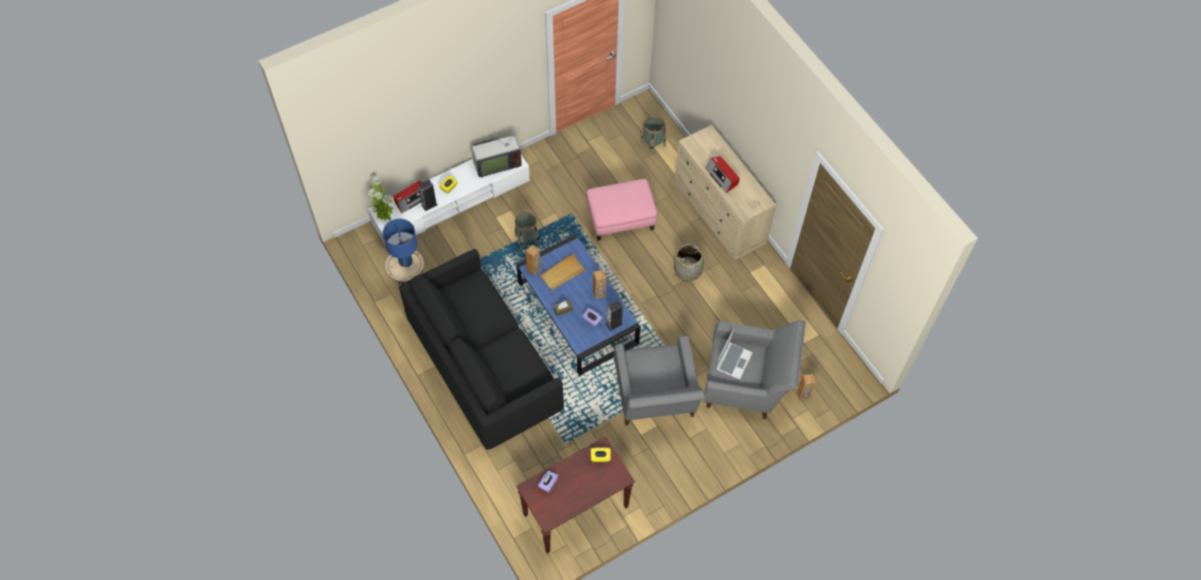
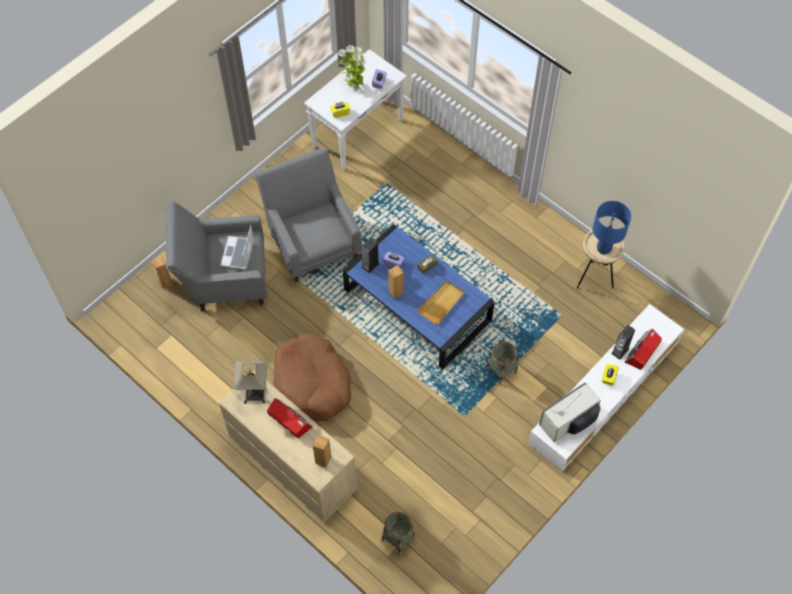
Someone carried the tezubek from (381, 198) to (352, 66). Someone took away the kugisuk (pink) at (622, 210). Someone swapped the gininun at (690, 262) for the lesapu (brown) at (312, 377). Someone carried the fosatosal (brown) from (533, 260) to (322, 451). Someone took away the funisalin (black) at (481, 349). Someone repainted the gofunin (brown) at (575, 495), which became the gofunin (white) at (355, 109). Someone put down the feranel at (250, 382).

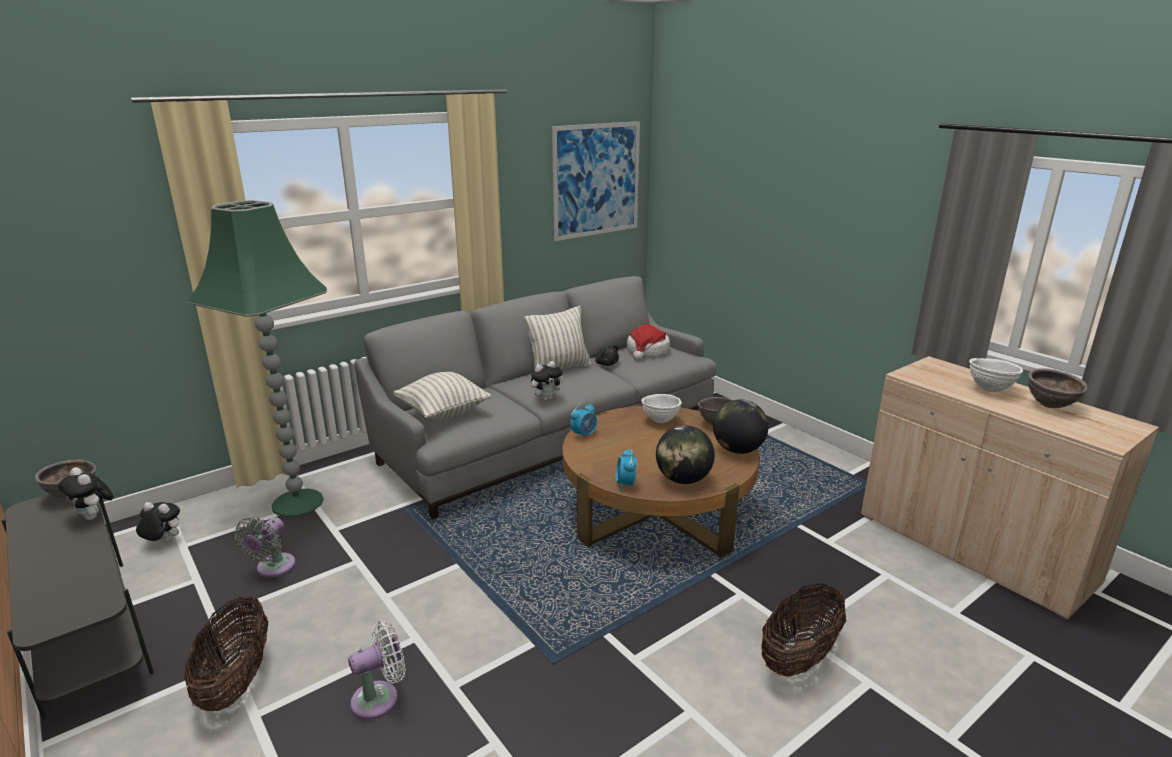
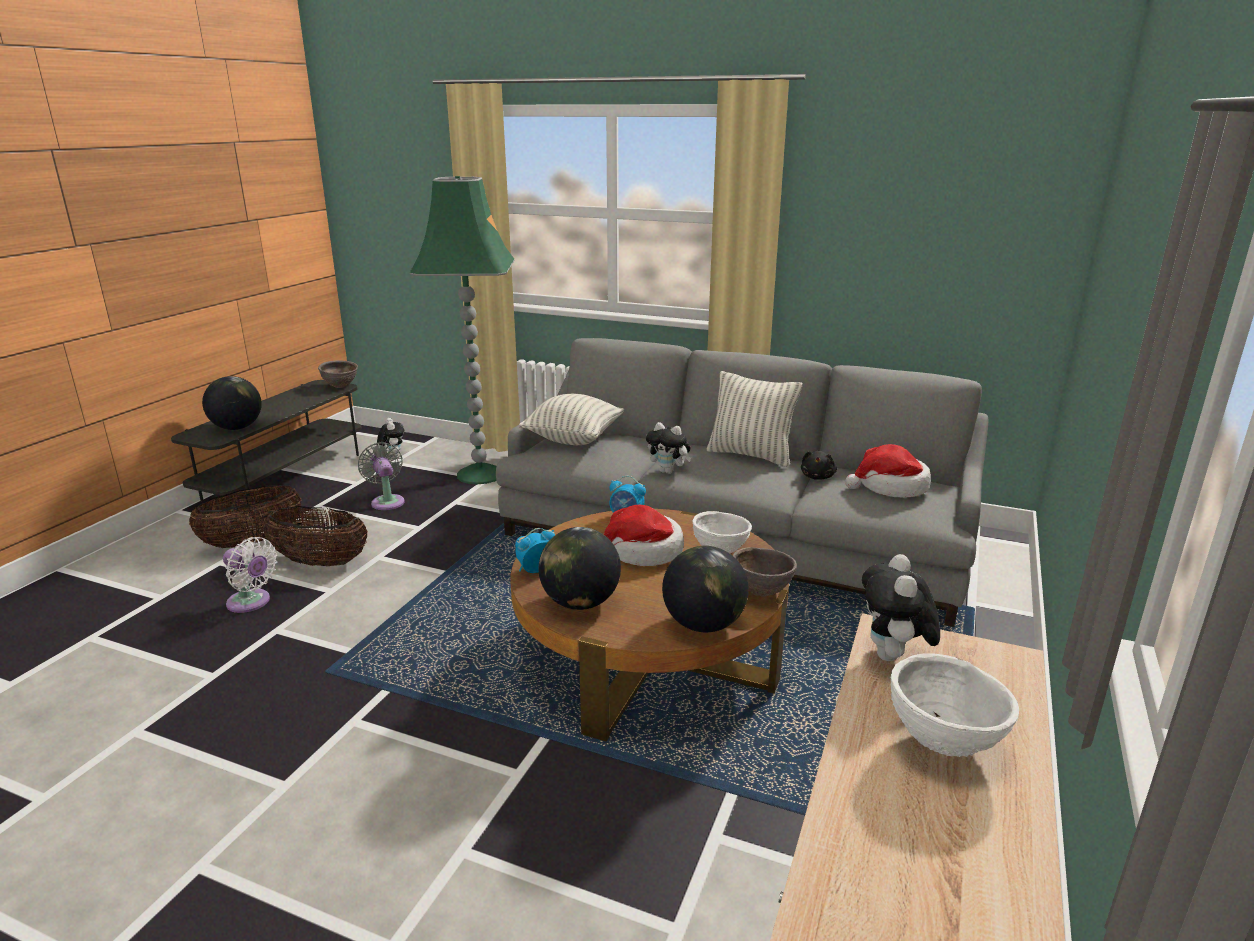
Someone took away the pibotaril at (596, 181). Someone took away the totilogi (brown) at (1057, 388). Someone carried the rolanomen from (86, 493) to (901, 607). Someone rotated the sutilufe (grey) at (265, 547) by 75 degrees clockwise. Someone carried the gininun from (803, 630) to (315, 536). Someone put down the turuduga at (232, 403). Someone put down the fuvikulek at (644, 535).

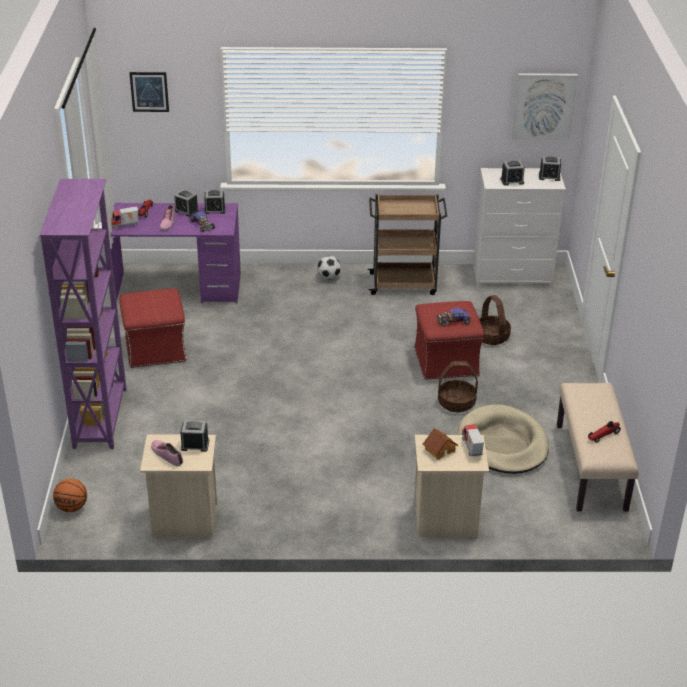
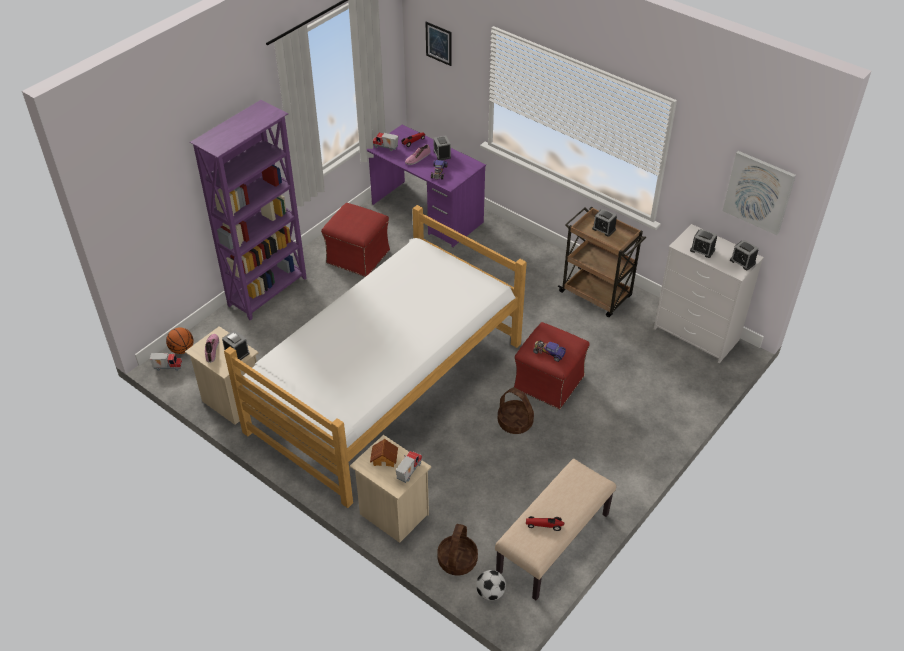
Someone carried the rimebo from (215, 202) to (604, 222). Someone carried the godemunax from (329, 268) to (491, 585). Someone carried the gininun from (495, 320) to (457, 549). Someone took away the lesapu (beige) at (503, 439). Someone put down the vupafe at (375, 356). Someone put down the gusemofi at (166, 362).

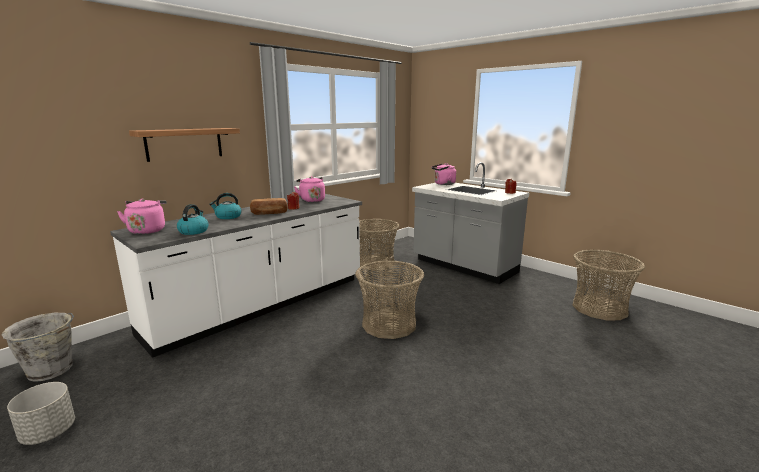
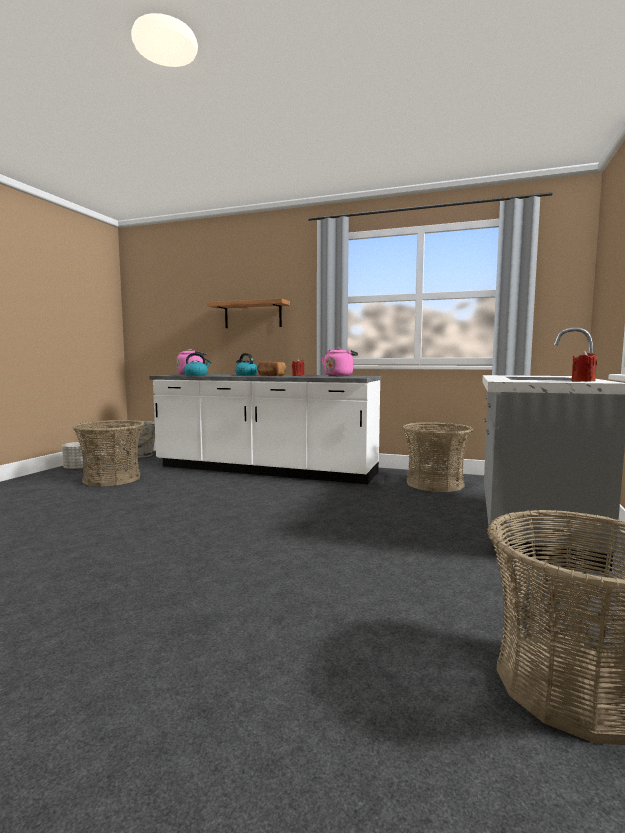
Someone took away the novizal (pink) at (444, 174). Someone carried the gininun from (389, 299) to (108, 453).

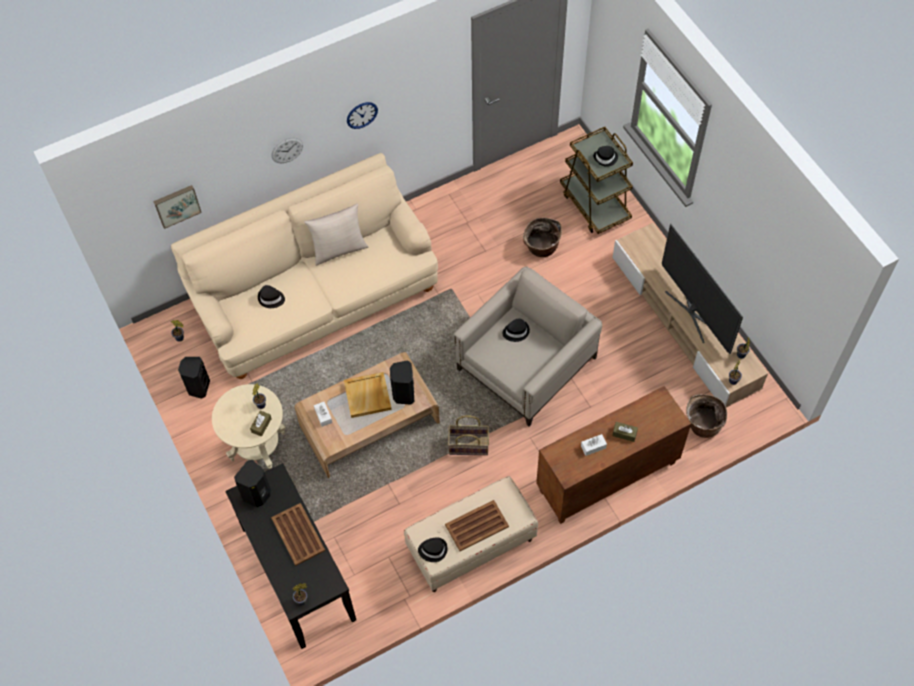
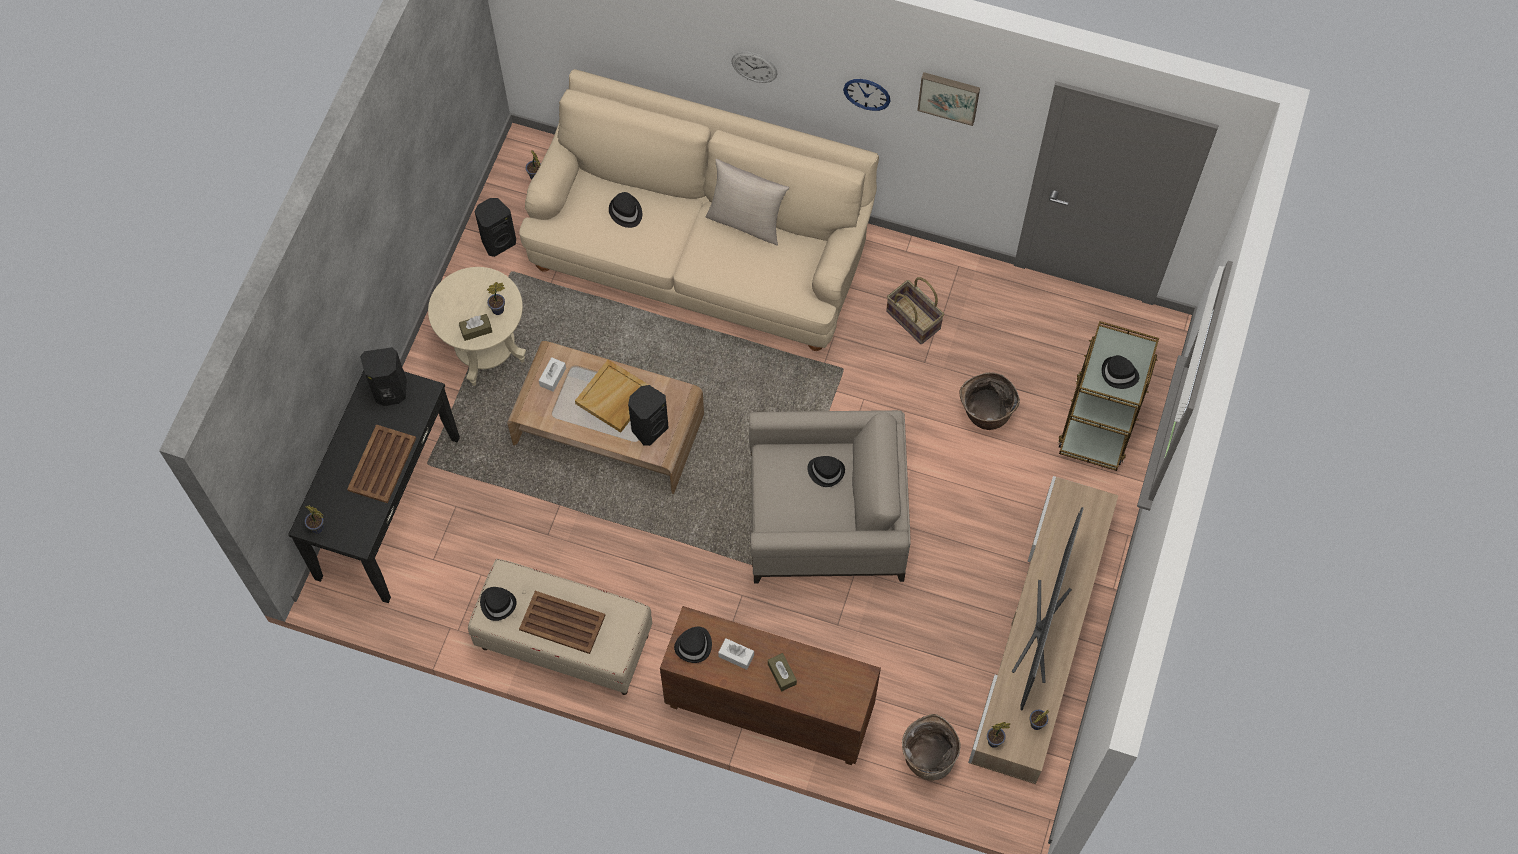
Someone carried the pibotaril from (177, 207) to (948, 99). Someone carried the gininun from (468, 435) to (915, 311). Someone put down the fuvikulek (black) at (693, 645).

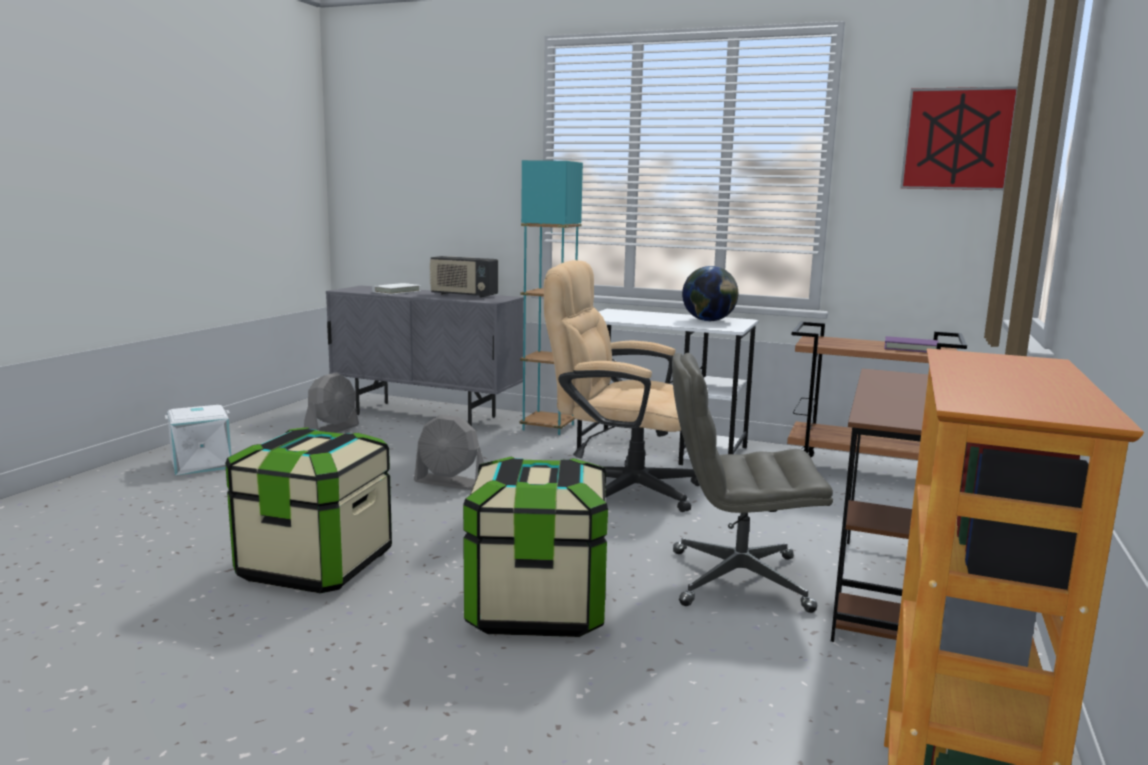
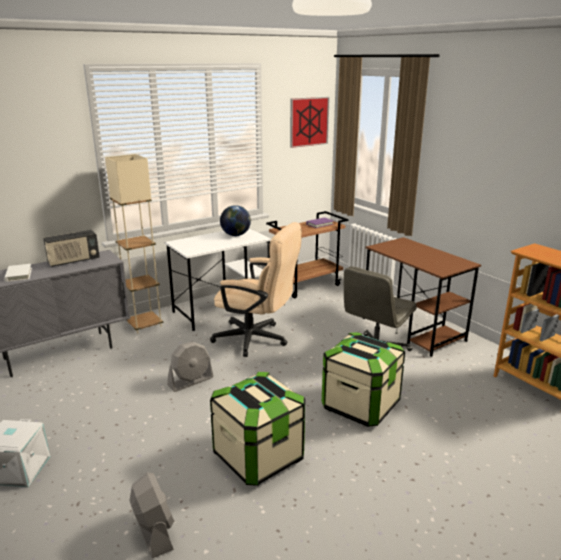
Someone repainted the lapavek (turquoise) at (551, 297), which became the lapavek (beige) at (134, 244). Someone rotated the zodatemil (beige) at (622, 386) by 120 degrees counterclockwise. Someone carried the sutilufe (grey) from (331, 402) to (152, 516).

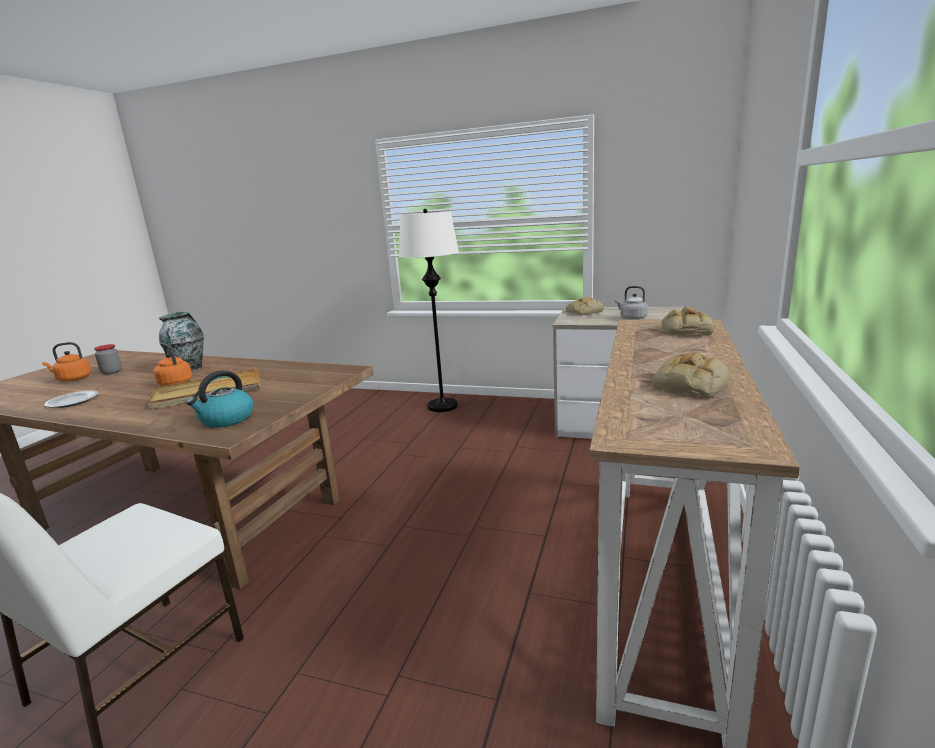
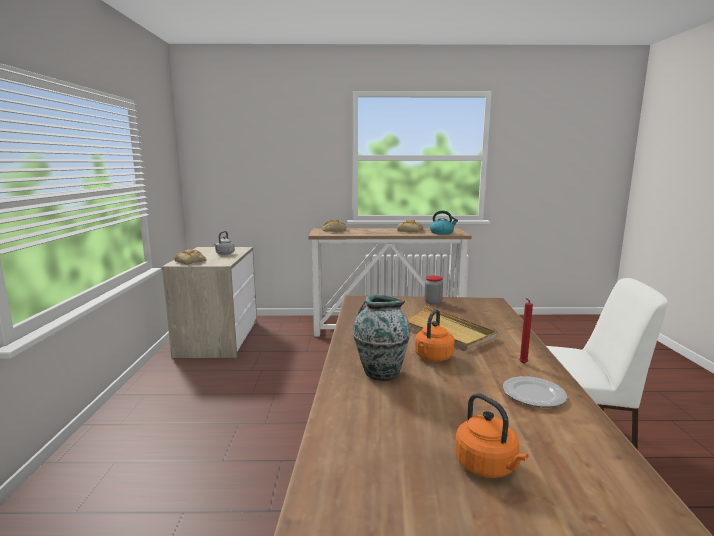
Someone took away the lapavek (white) at (429, 310). Someone carried the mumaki from (108, 359) to (433, 289). Someone carried the novizal from (219, 399) to (444, 222). Someone put down the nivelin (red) at (526, 331).

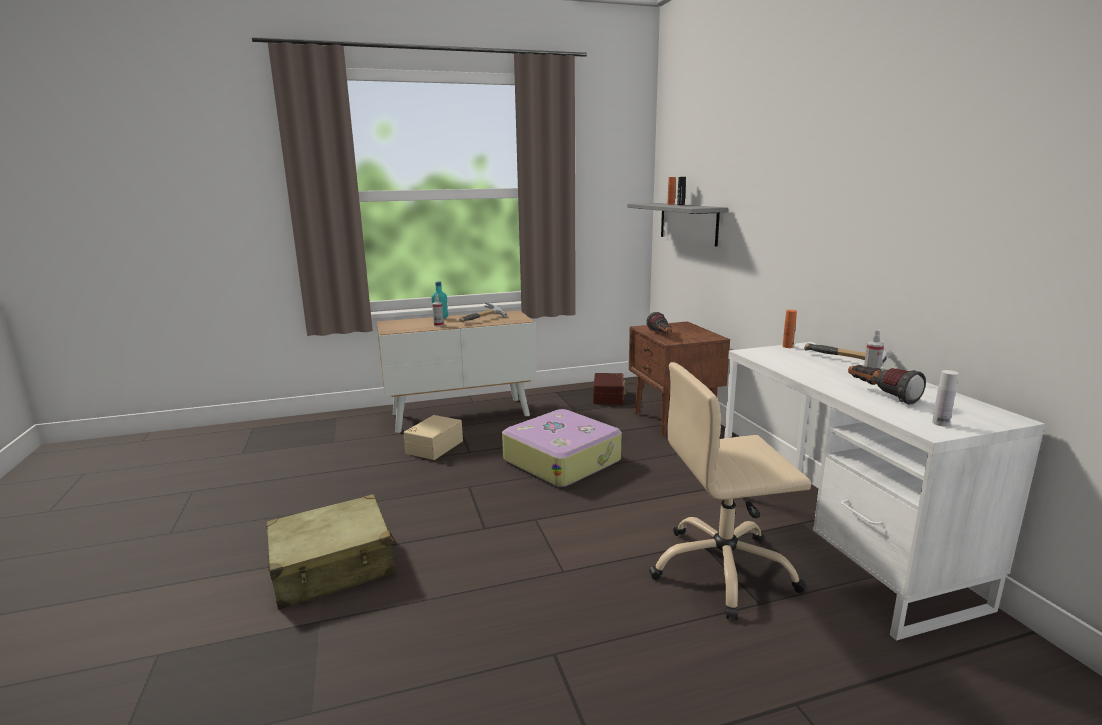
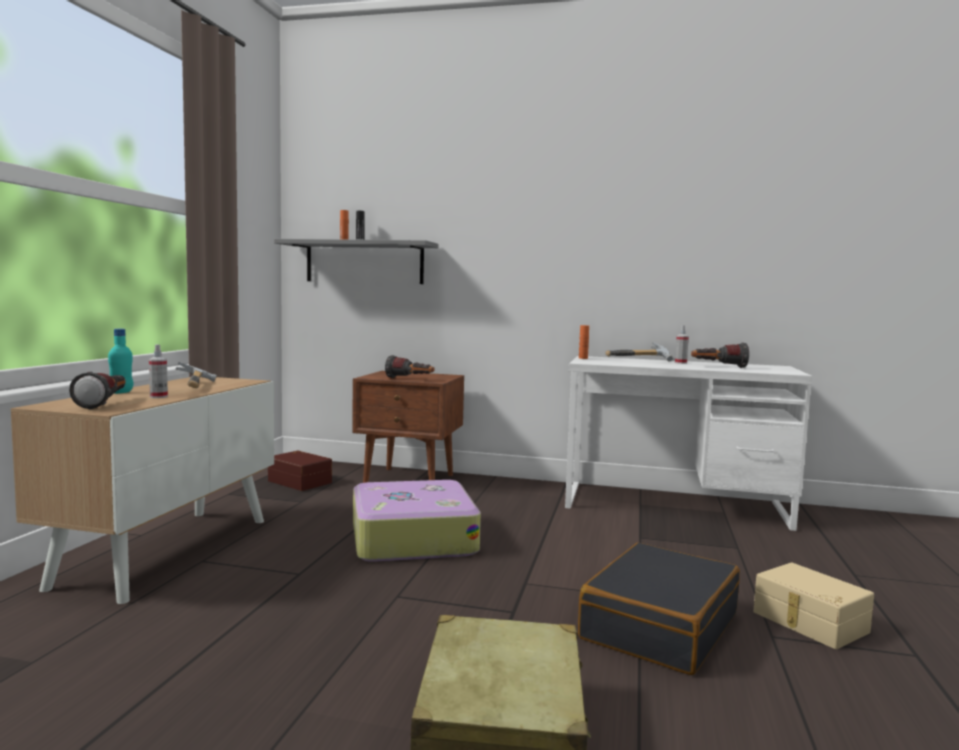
Someone took away the zodatemil (beige) at (730, 491). Someone took away the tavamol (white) at (945, 398). Someone carried the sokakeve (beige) from (433, 437) to (813, 605). Someone put down the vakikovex at (97, 390). Someone put down the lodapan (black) at (659, 609).

